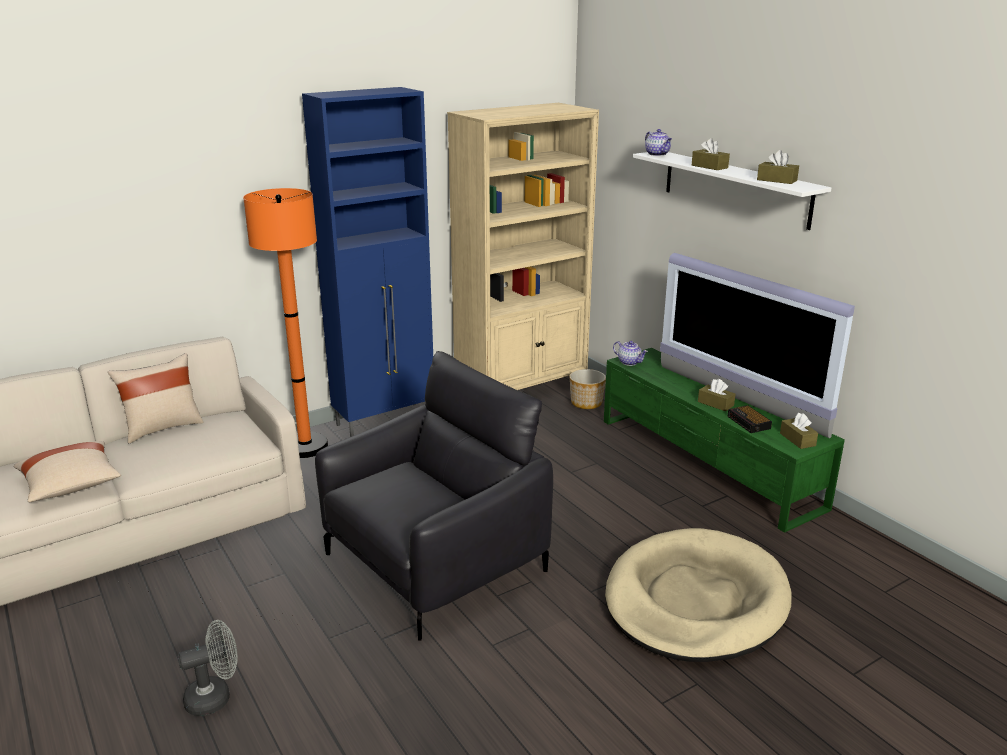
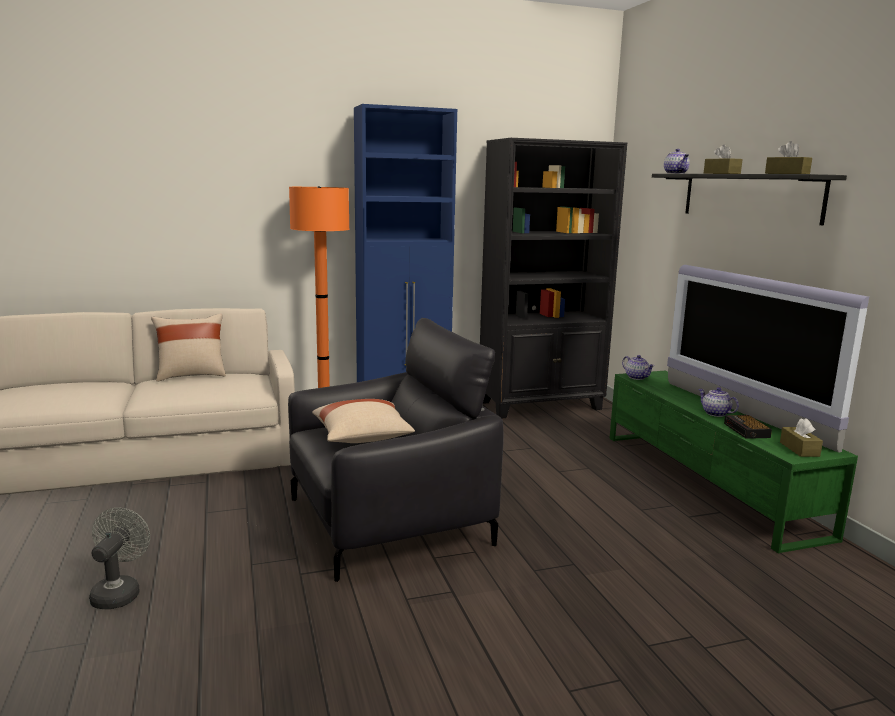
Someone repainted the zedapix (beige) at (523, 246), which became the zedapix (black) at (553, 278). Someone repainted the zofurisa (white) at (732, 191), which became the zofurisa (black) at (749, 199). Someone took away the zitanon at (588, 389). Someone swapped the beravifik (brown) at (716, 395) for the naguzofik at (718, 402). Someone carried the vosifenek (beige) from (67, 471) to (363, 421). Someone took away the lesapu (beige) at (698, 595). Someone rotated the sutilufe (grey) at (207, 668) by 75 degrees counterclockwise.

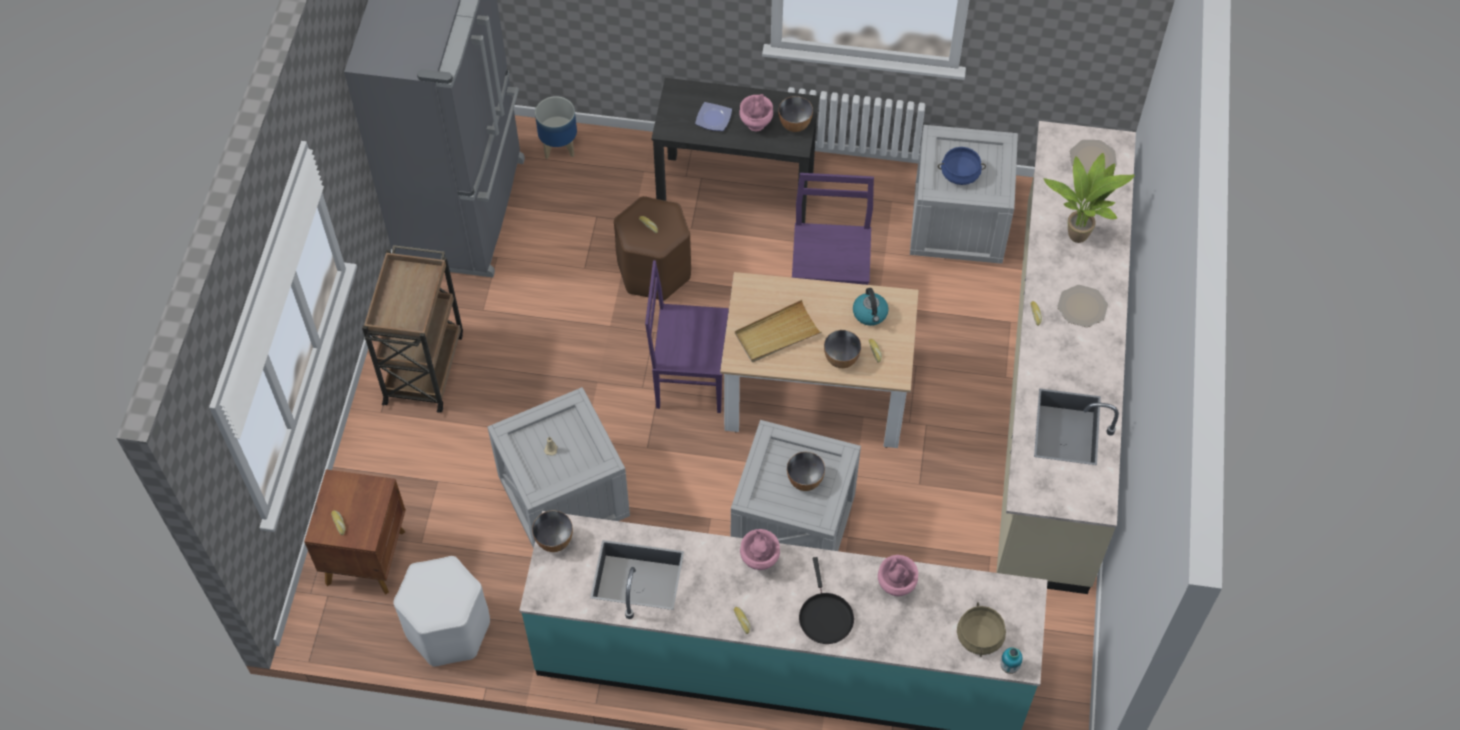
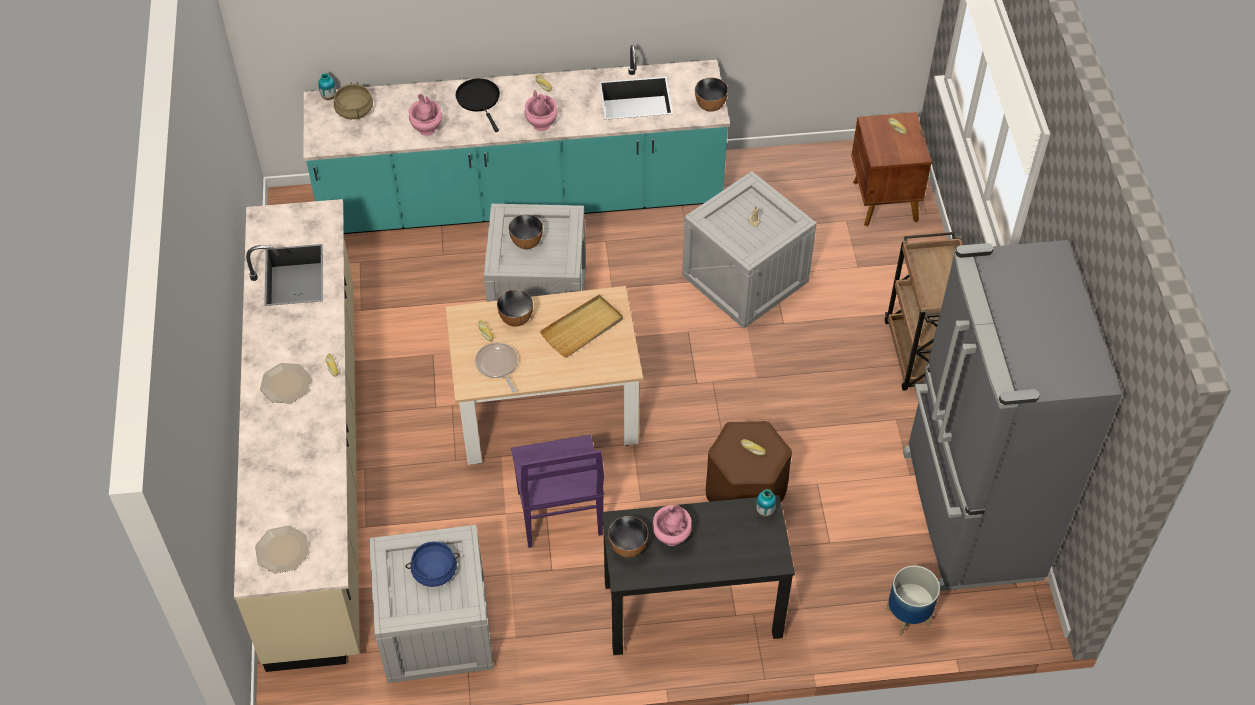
Someone took away the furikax at (713, 116). Someone took away the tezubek at (1089, 198). Someone took away the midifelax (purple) at (687, 336). Someone swapped the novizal at (871, 307) for the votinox at (496, 367). Someone took away the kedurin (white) at (442, 611). Someone put down the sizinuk at (766, 503).

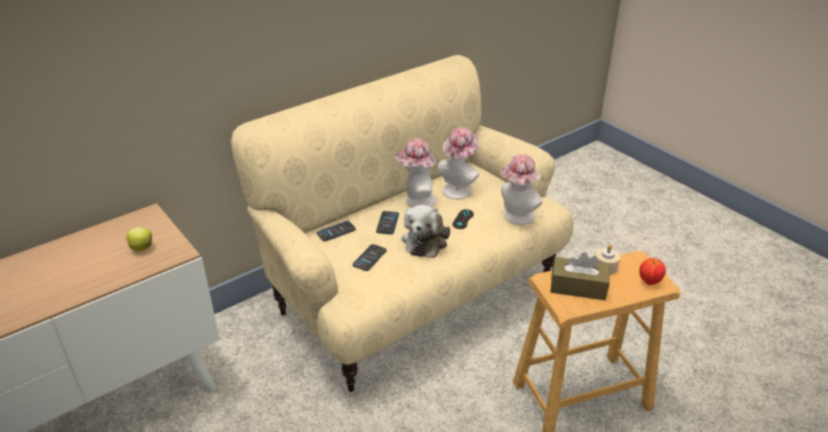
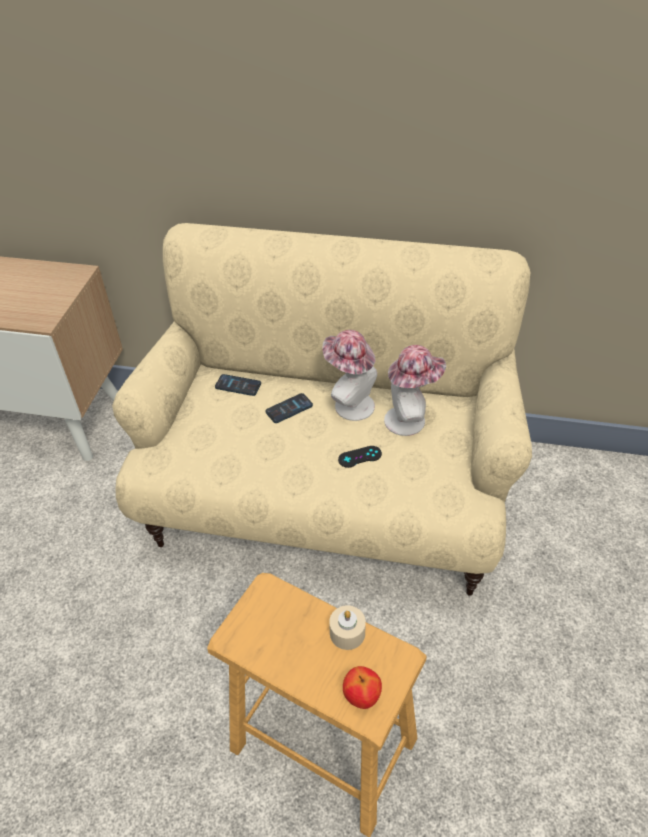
Someone took away the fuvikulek at (521, 189). Someone took away the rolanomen at (426, 231). Someone took away the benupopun at (138, 239). Someone took away the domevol at (370, 257). Someone took away the beravifik (brown) at (580, 276).

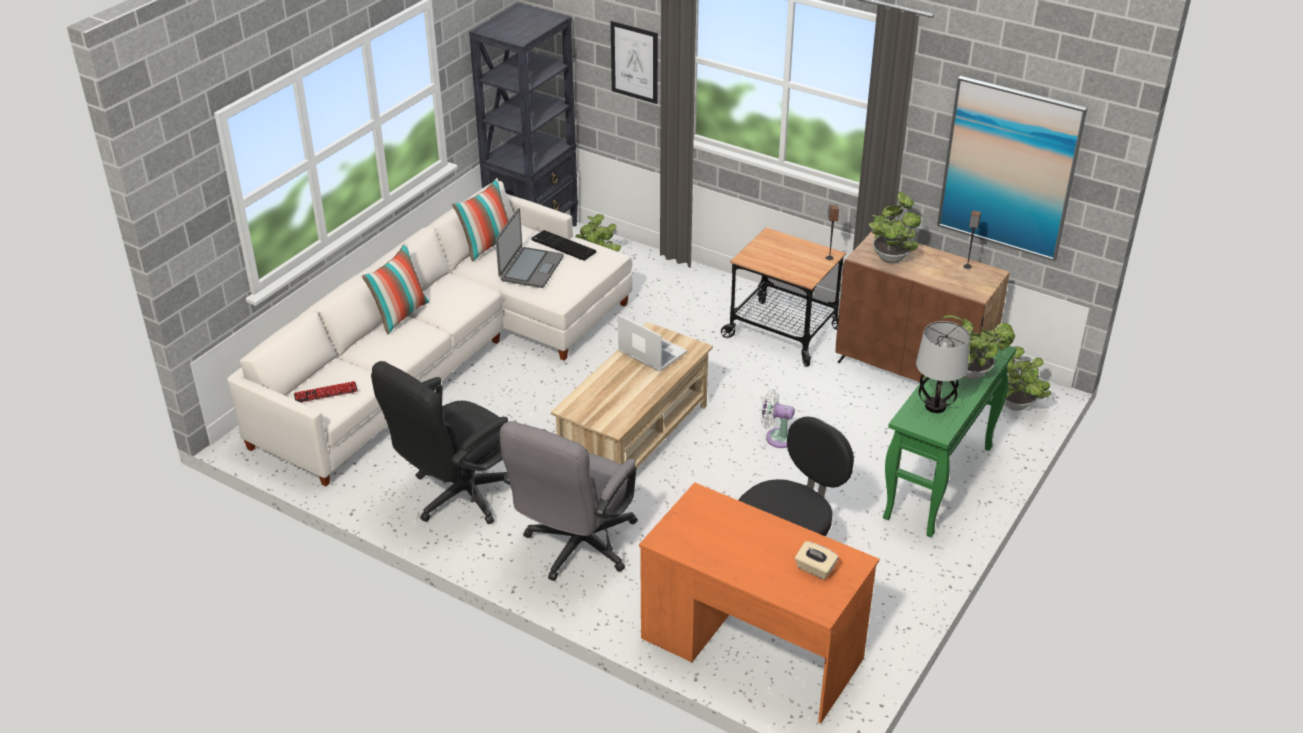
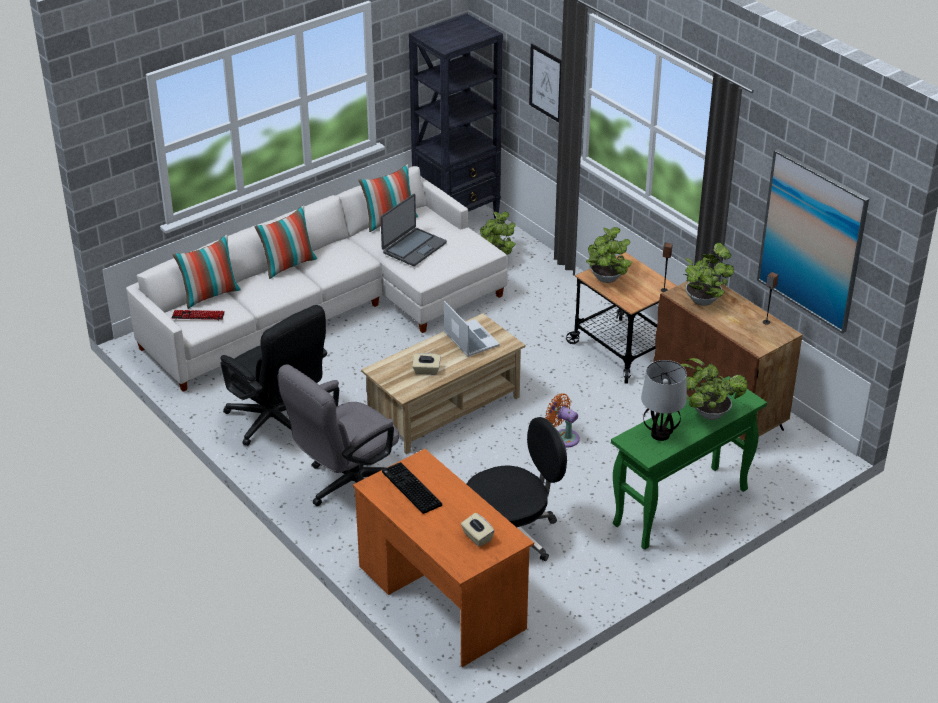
Someone carried the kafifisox from (564, 245) to (412, 488). Someone carried the tezubek from (1028, 378) to (609, 255). Someone rotated the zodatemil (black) at (439, 442) by 105 degrees counterclockwise. Someone repainted the sutilufe (white) at (777, 418), which became the sutilufe (orange) at (562, 420). Someone put down the vosifenek at (207, 272). Someone put down the beravifik (beige) at (426, 364).

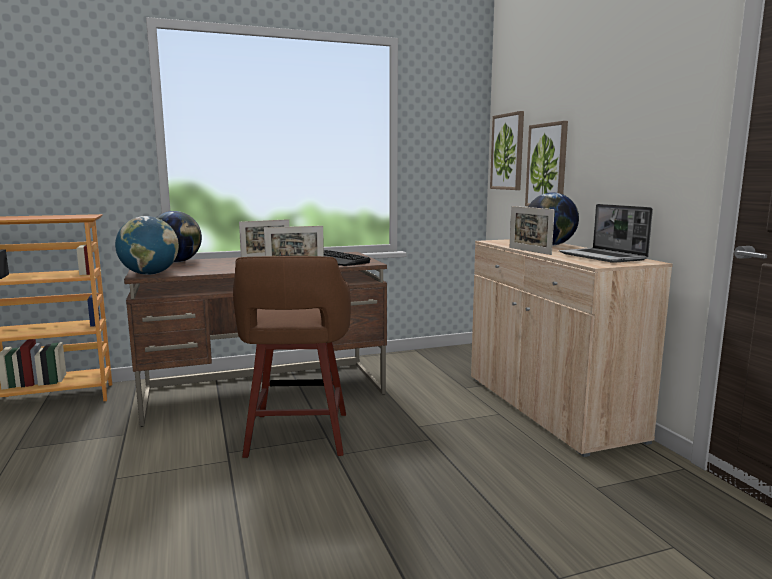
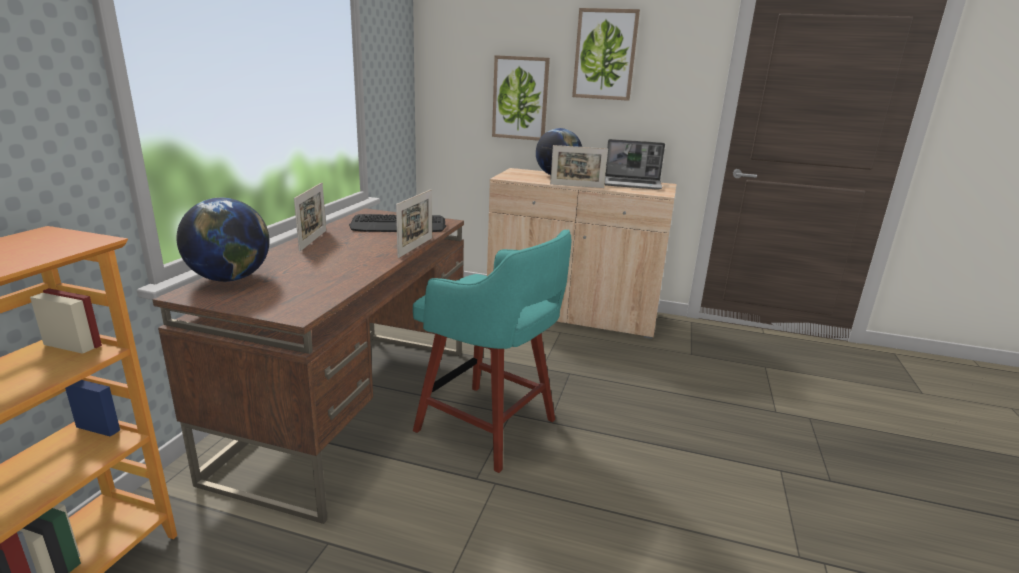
Someone carried the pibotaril from (507, 150) to (606, 54). Someone took away the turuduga at (147, 245). Someone repainted the kedurin (brown) at (292, 357), which became the kedurin (turquoise) at (492, 351).

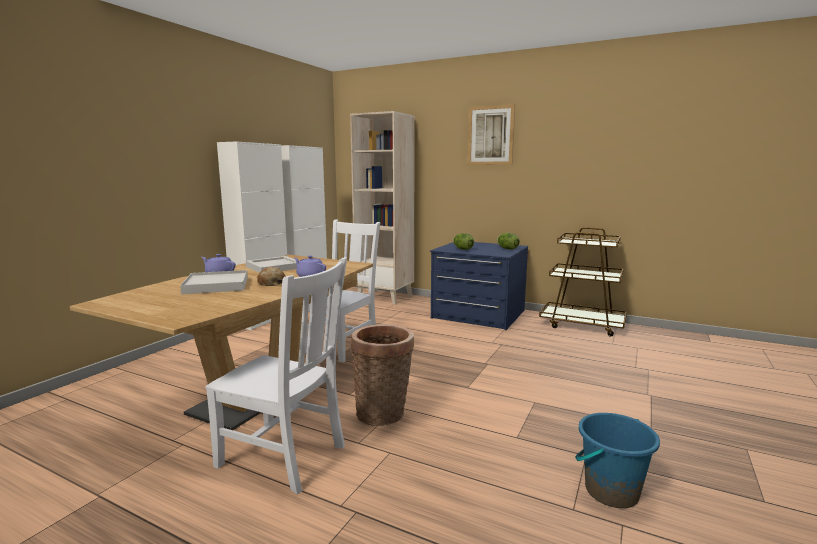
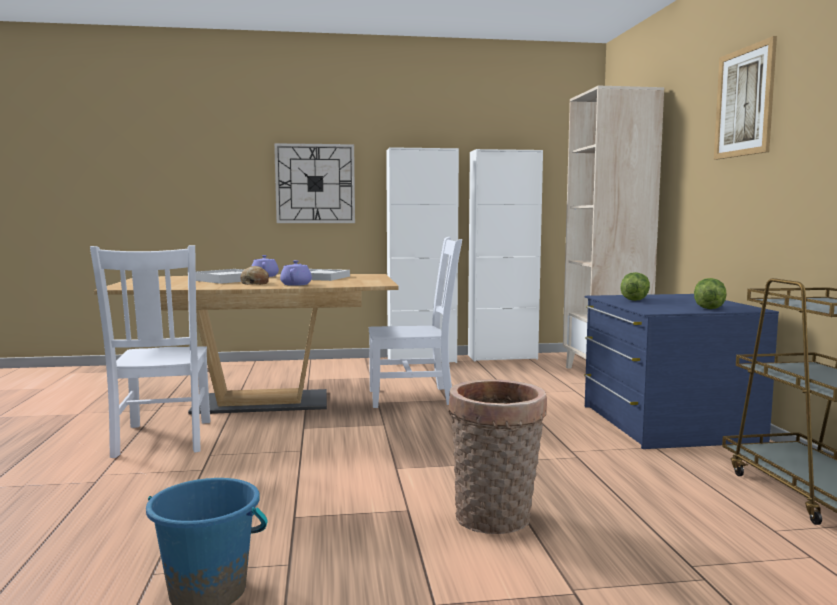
Someone carried the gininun from (382, 375) to (497, 457). Someone put up the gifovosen at (314, 183).

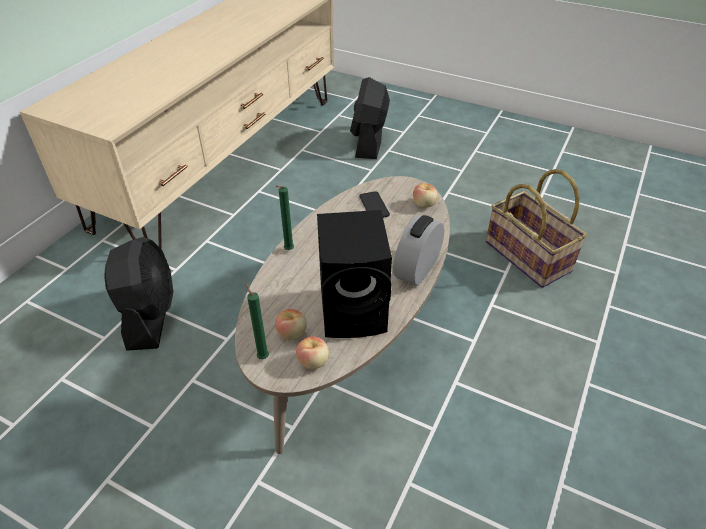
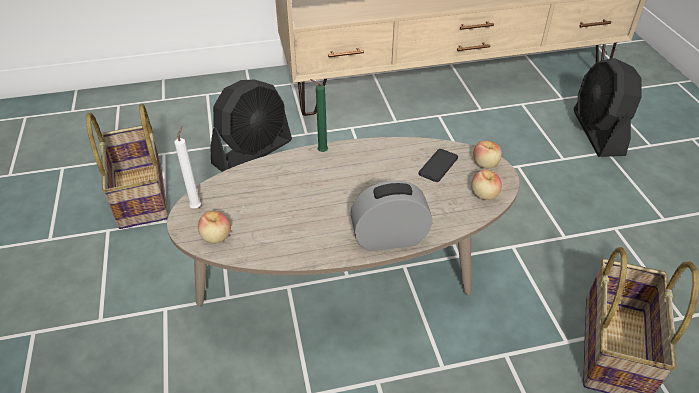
Someone rotated the sutilufe (black) at (370, 118) by 60 degrees counterclockwise. Someone took away the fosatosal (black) at (354, 274). Someone repainted the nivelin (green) at (257, 320), which became the nivelin (white) at (187, 167). Someone carried the benupopun from (291, 324) to (487, 154). Someone put down the gininun at (127, 166).

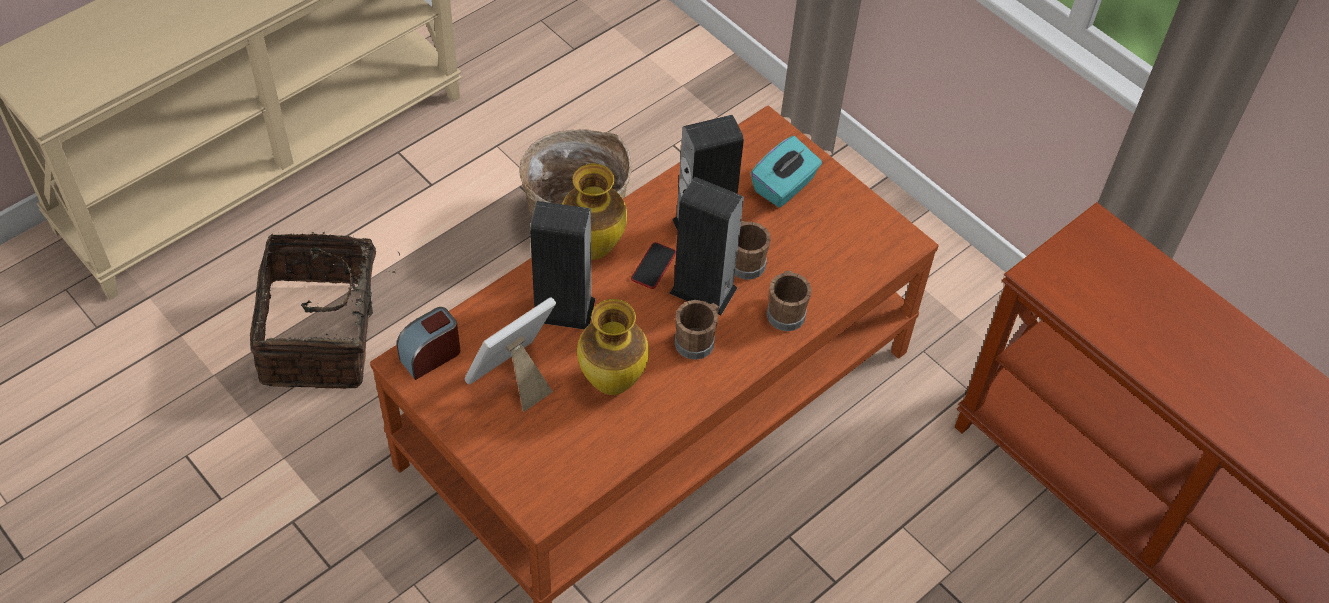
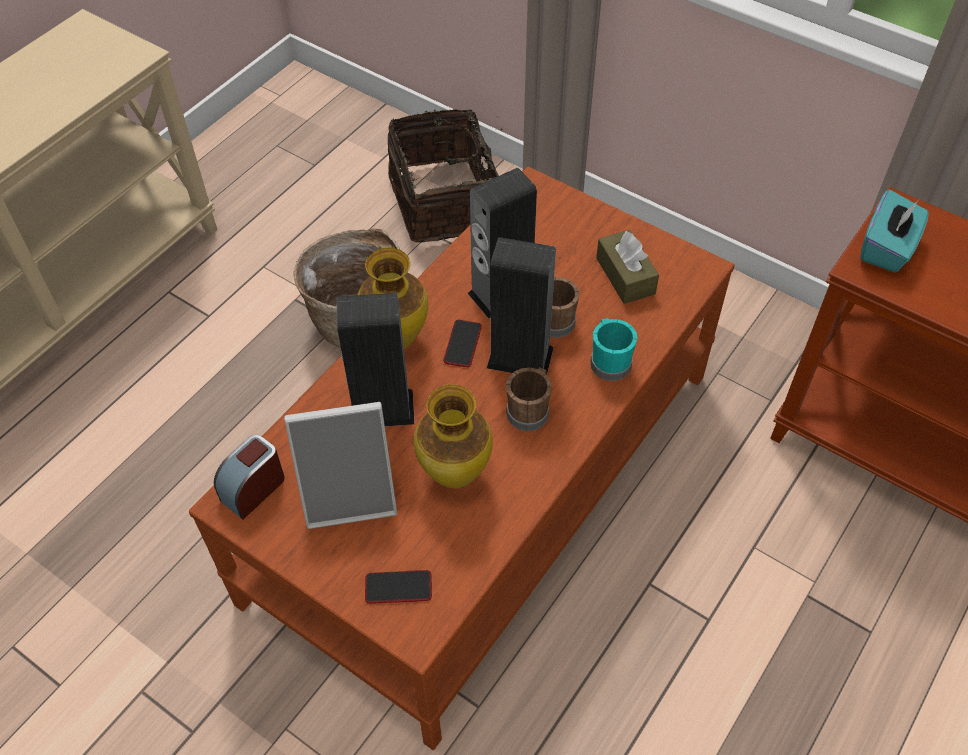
Someone carried the beravifik (turquoise) from (786, 172) to (895, 230). Someone carried the gininun from (325, 310) to (445, 175). Someone repainted the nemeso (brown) at (789, 301), which became the nemeso (turquoise) at (614, 349). Someone rotated the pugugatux at (510, 354) by 135 degrees counterclockwise. Someone put down the beravifik (brown) at (627, 267). Someone put down the domevol at (398, 587).

